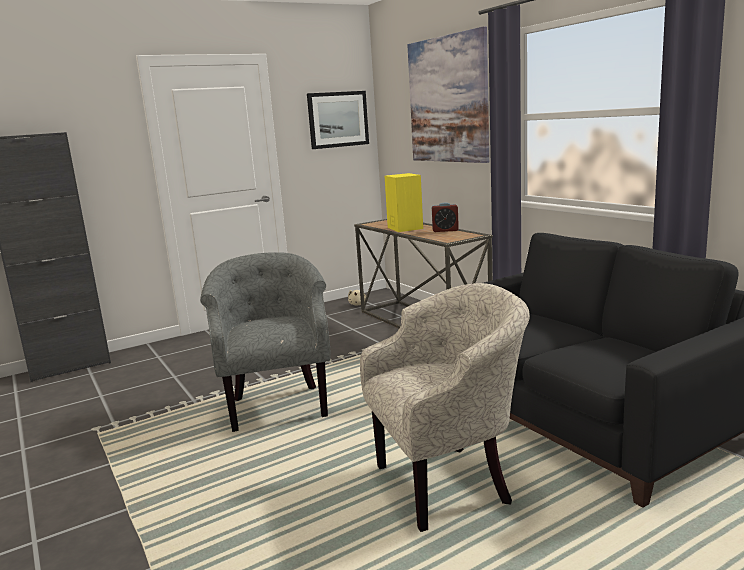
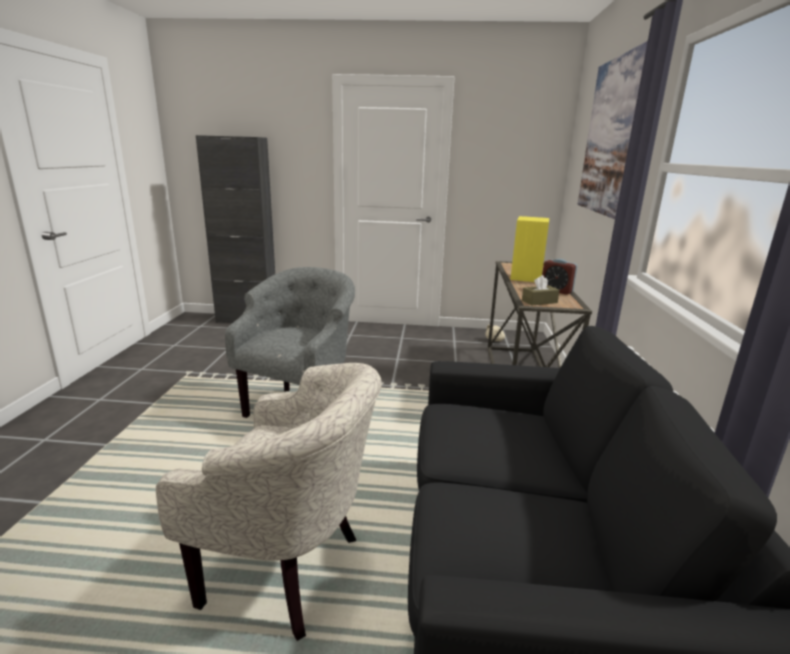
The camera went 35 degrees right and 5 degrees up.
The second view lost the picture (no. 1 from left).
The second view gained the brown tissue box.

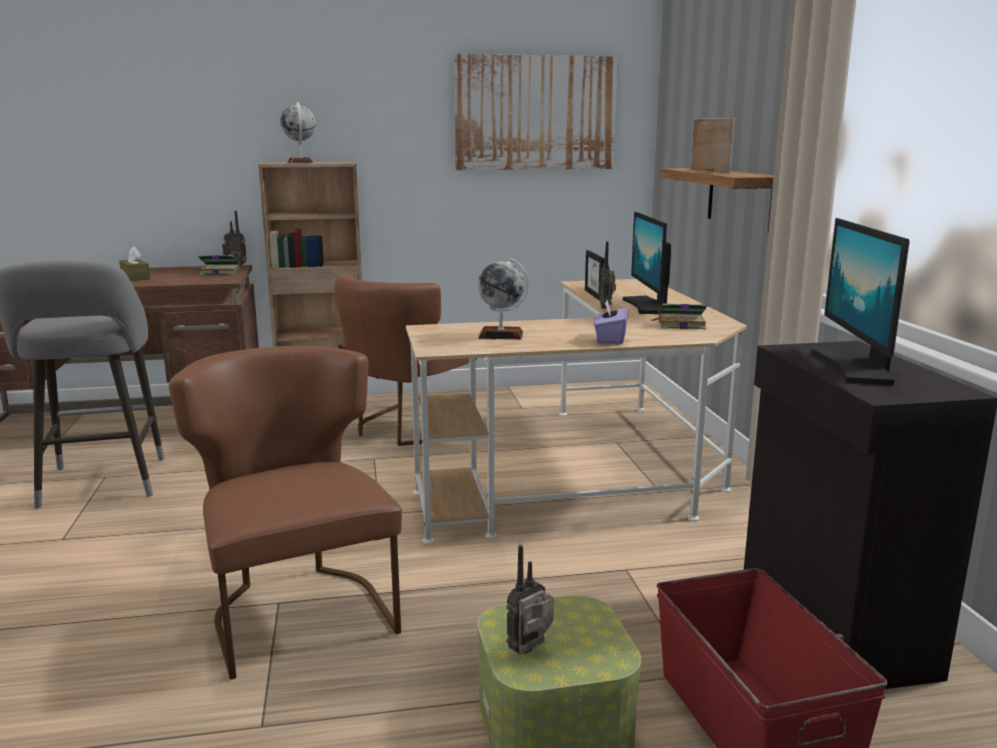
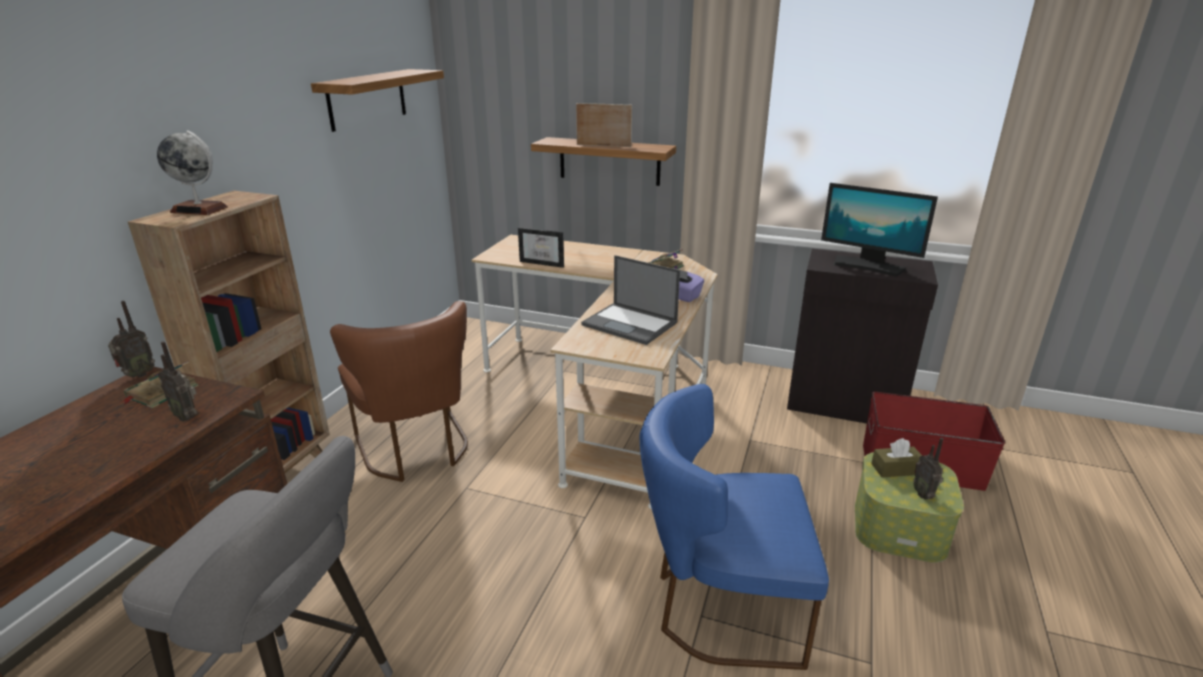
The camera went 60 degrees left and 10 degrees up.
The brown tissue box ended up elsewhere.
What was the brown chair (no. 1 from left) turned into the blue chair.
Where the picture hung, the shelf (no. 1 from left) came to hang.
Where the globe (no. 2 from left) stood, the laptop came to stand.
The radio (no. 3 from left in the first image) ended up elsewhere.
The second view lost the monitor (no. 1 from left).

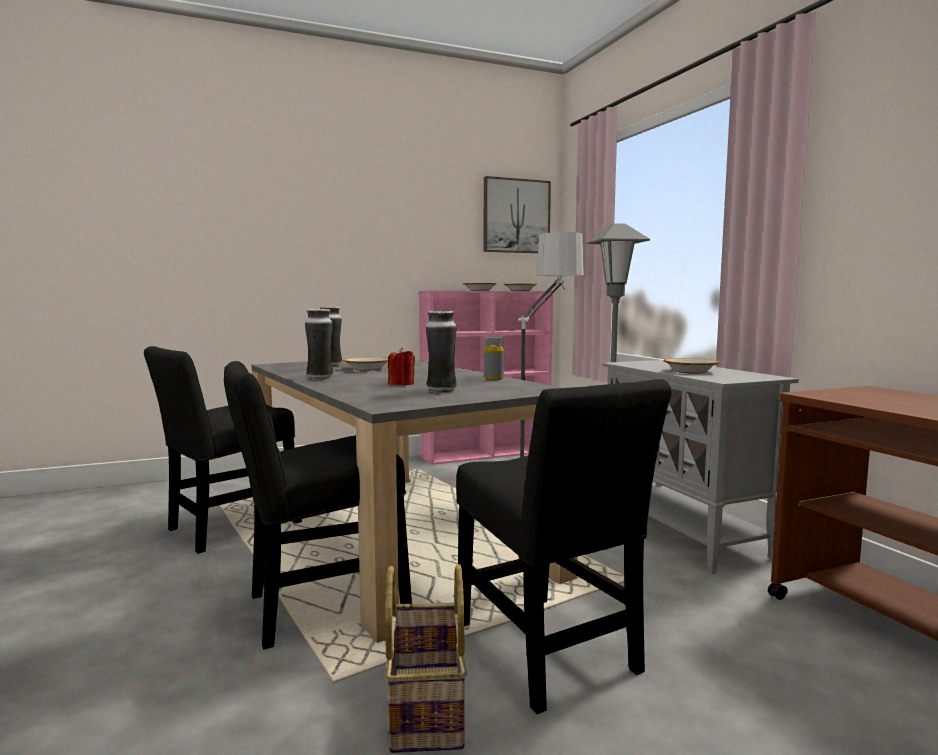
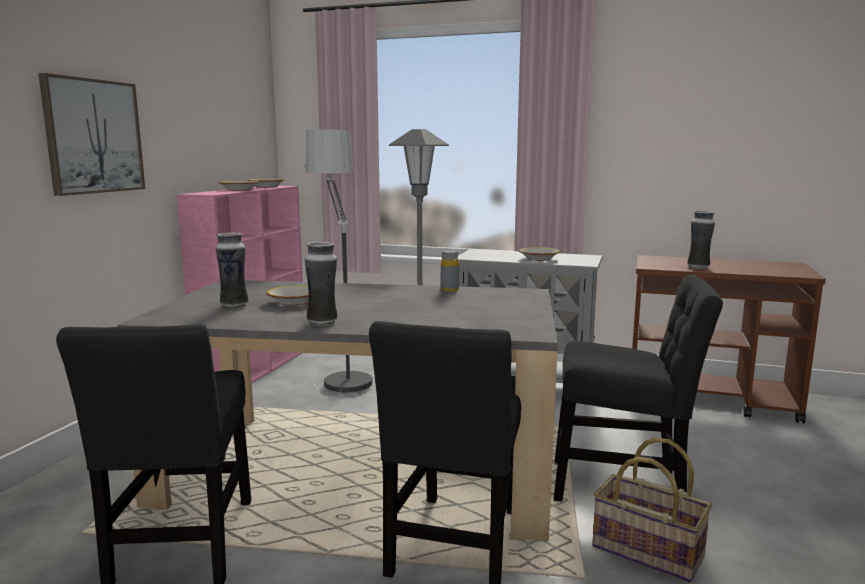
The camera went 50 degrees left and 5 degrees up.
The second view lost the red candle.
The vase (no. 3 from left) ended up elsewhere.
The picture ended up elsewhere.

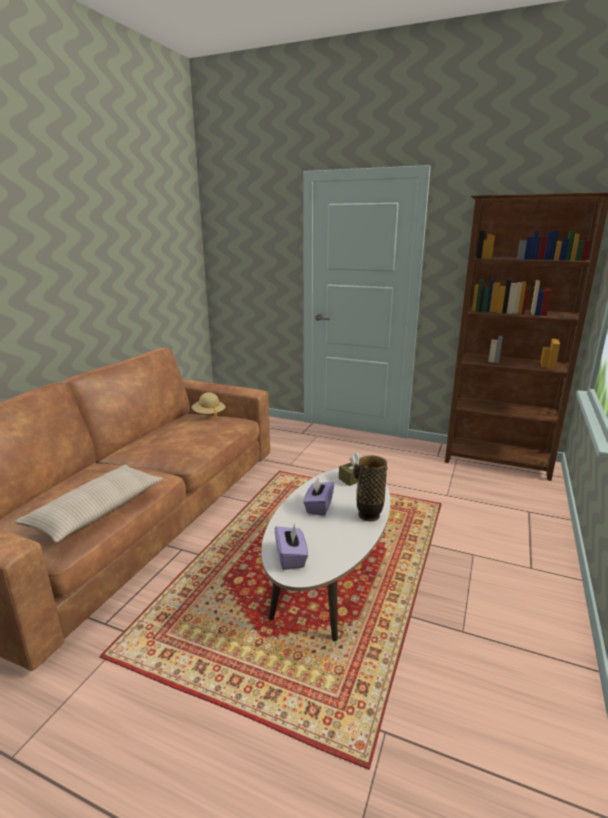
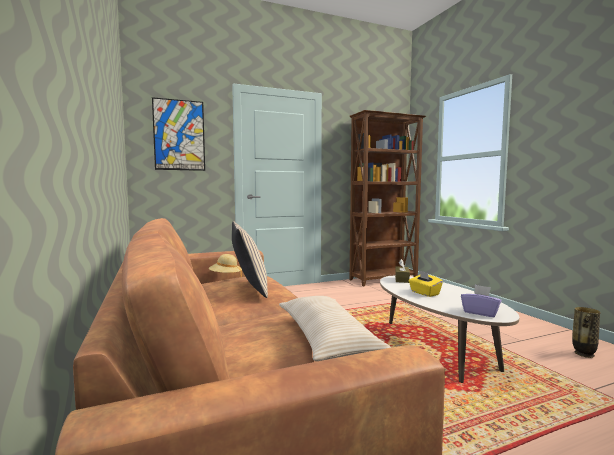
The camera went 45 degrees left and 15 degrees down.
What was the purple tissue box (no. 2 from left) turned into the yellow tissue box.
The vase ended up elsewhere.
The second view gained the picture.
The second view gained the beige pillow (no. 1 from left).

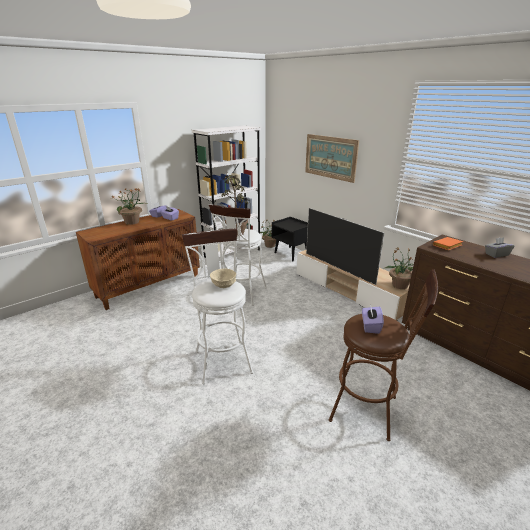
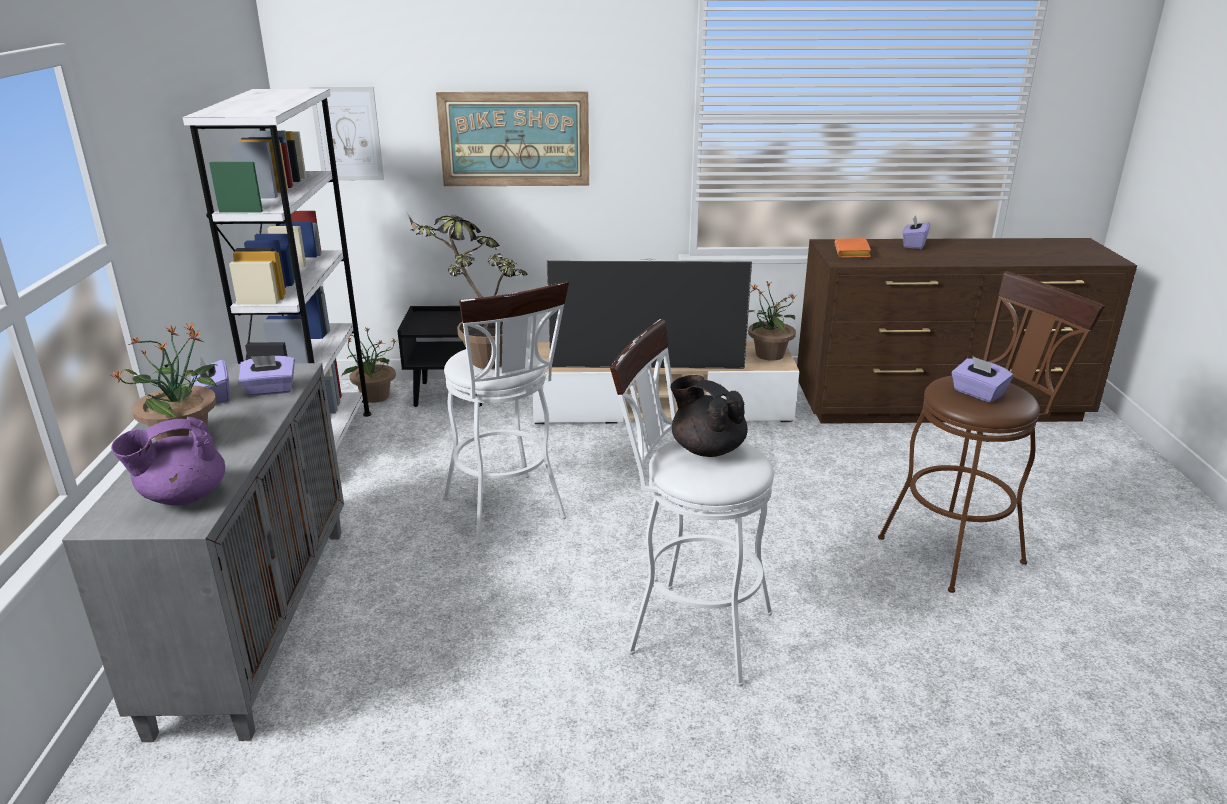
The camera went 50 degrees left and 0 degrees up.
What was the brown cabinet turned into the grey cabinet.
Where the beige bowl stood, the black teapot came to stand.
What was the grey tissue box turned into the purple tissue box (no. 3 from left).
The second view gained the purple teapot.
The second view gained the picture (no. 1 from left).

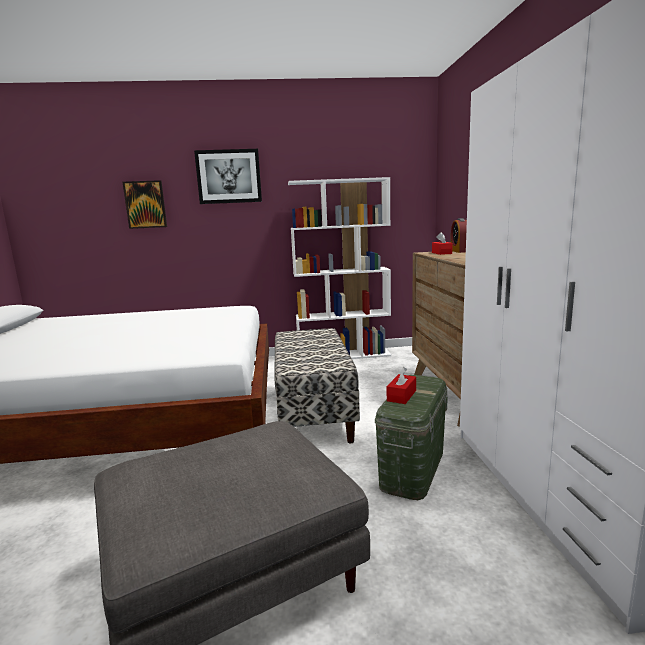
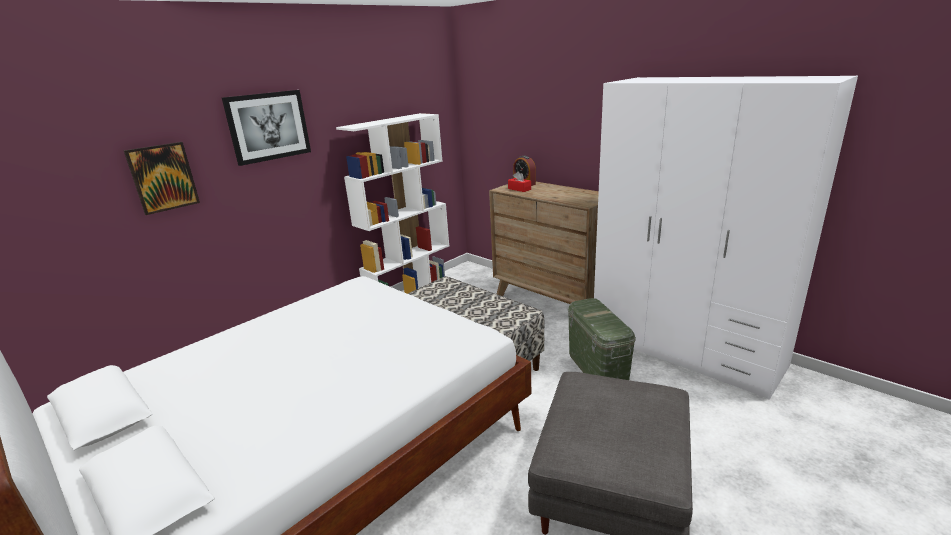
The camera went 40 degrees left and 10 degrees up.
The second view lost the red tissue box (no. 1 from left).

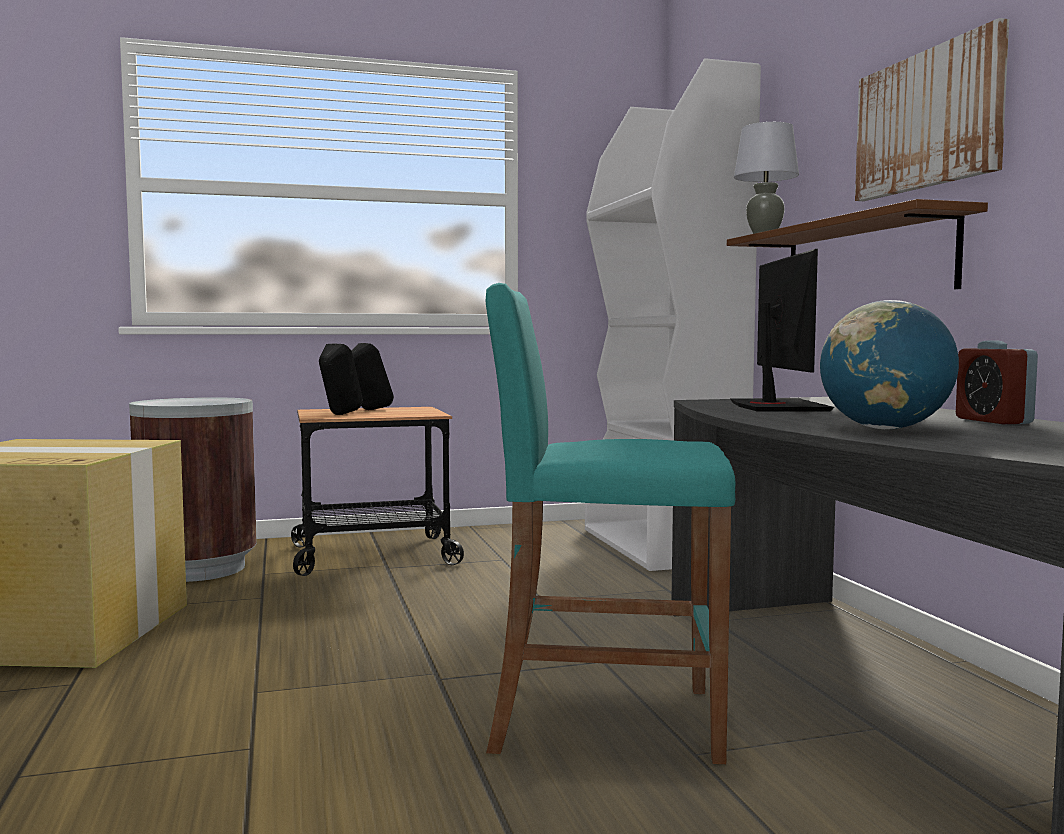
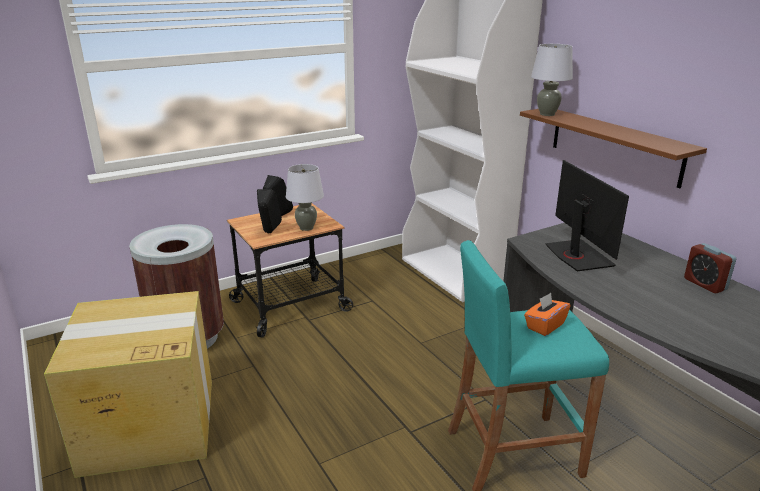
The camera went 15 degrees left and 20 degrees up.
The second view lost the globe.
The second view lost the picture.
The second view gained the grey table lamp (no. 1 from left).
The second view gained the orange tissue box.

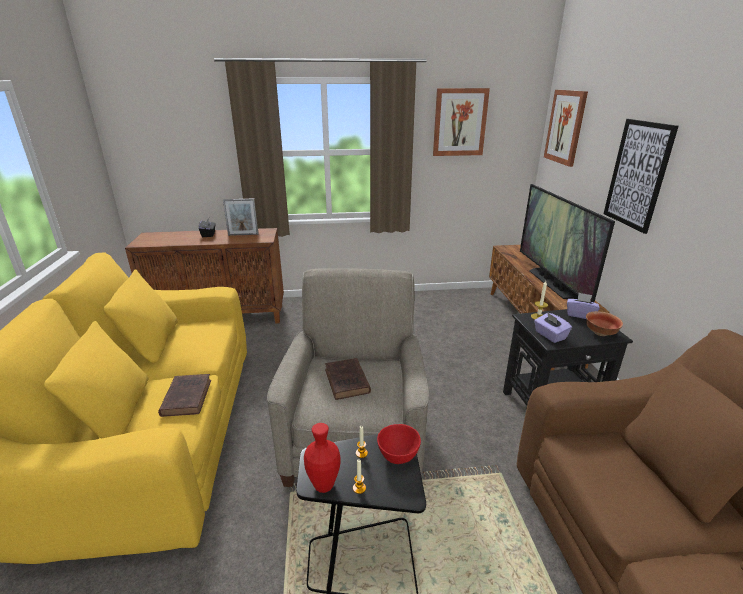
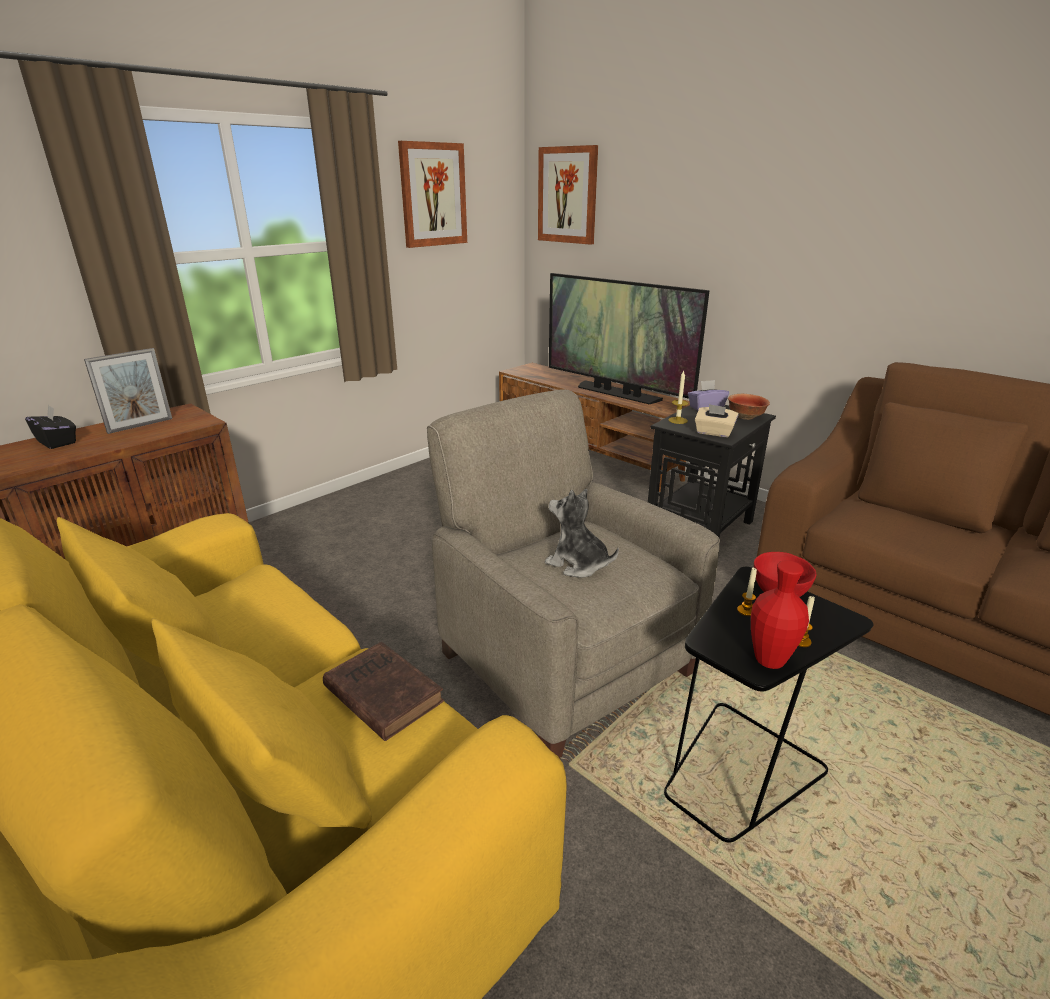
The camera went 40 degrees left and 0 degrees up.
Where the brown book (no. 2 from left) stood, the plush toy came to stand.
What was the purple tissue box (no. 1 from left) turned into the beige tissue box.
The second view lost the picture (no. 3 from left).

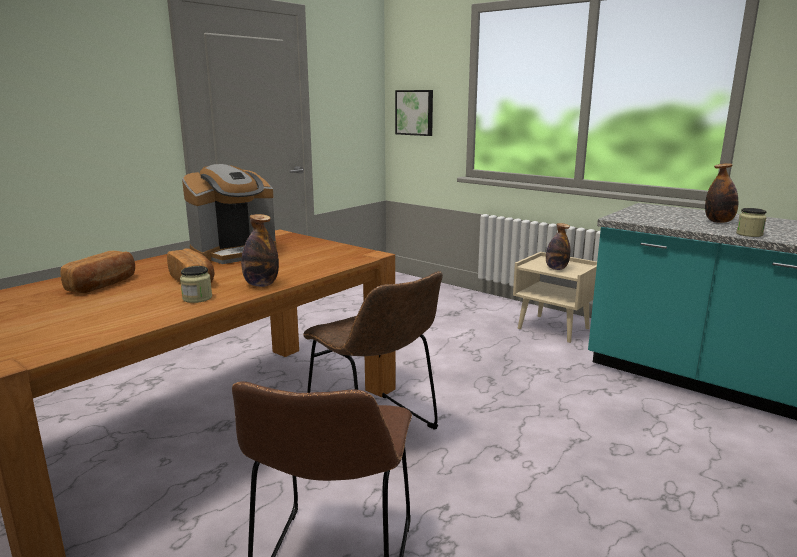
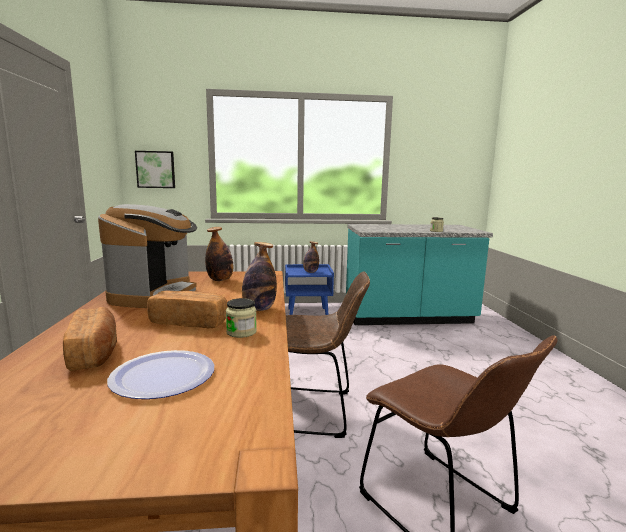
The camera went 45 degrees left and 5 degrees down.
What was the beige nightstand turned into the blue nightstand.
The bottle (no. 3 from left in the first image) ended up elsewhere.
The second view gained the plate.

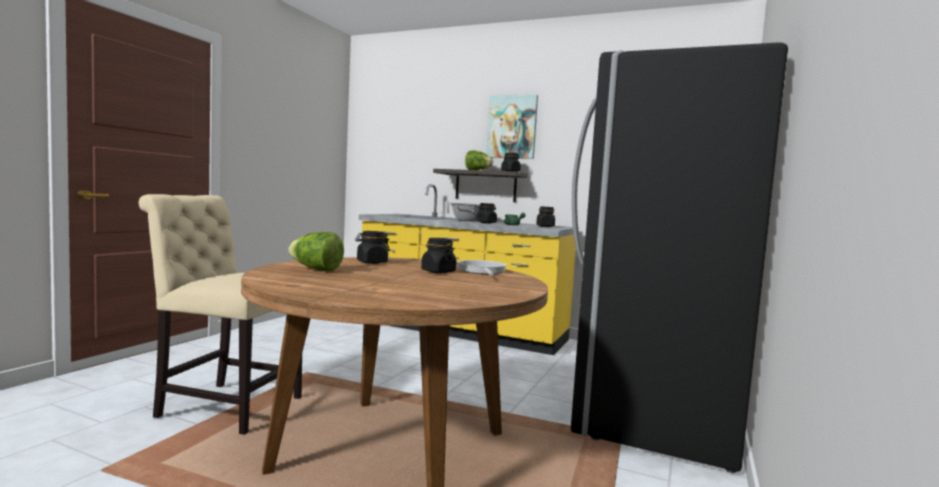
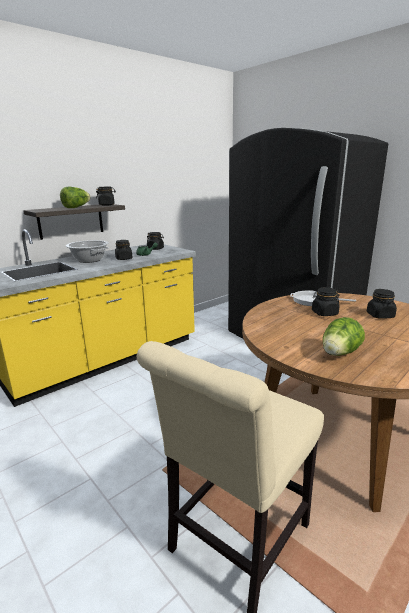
The camera went 65 degrees left and 15 degrees up.
The black jar (no. 1 from left in the first image) ended up elsewhere.
The second view lost the picture.

